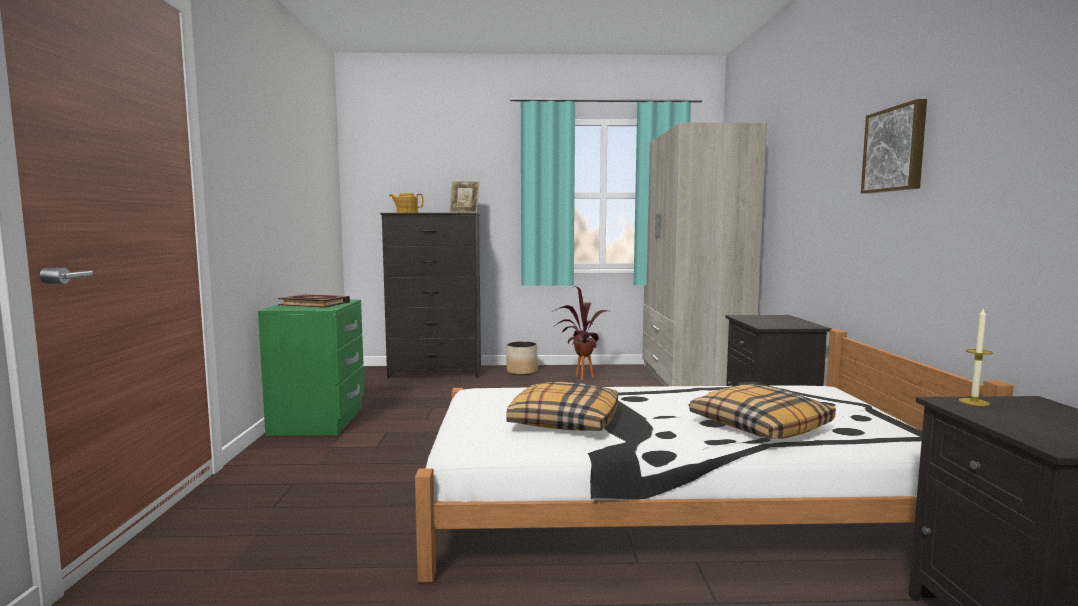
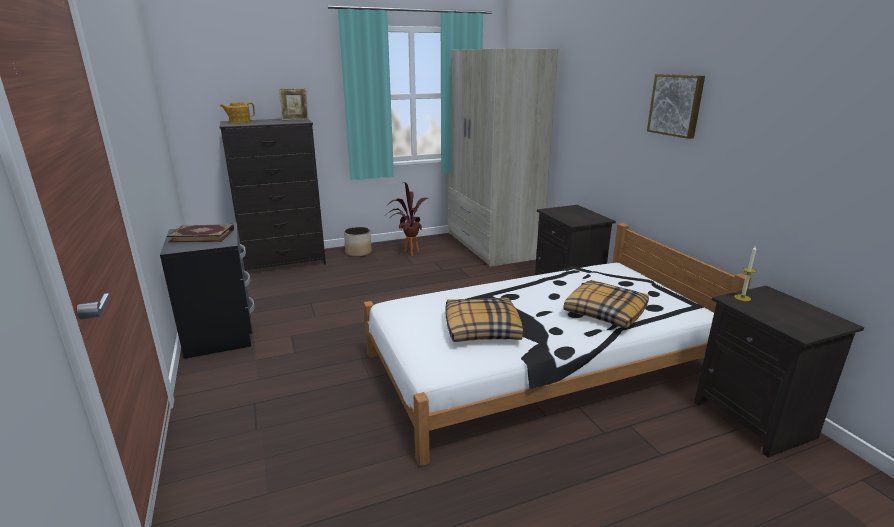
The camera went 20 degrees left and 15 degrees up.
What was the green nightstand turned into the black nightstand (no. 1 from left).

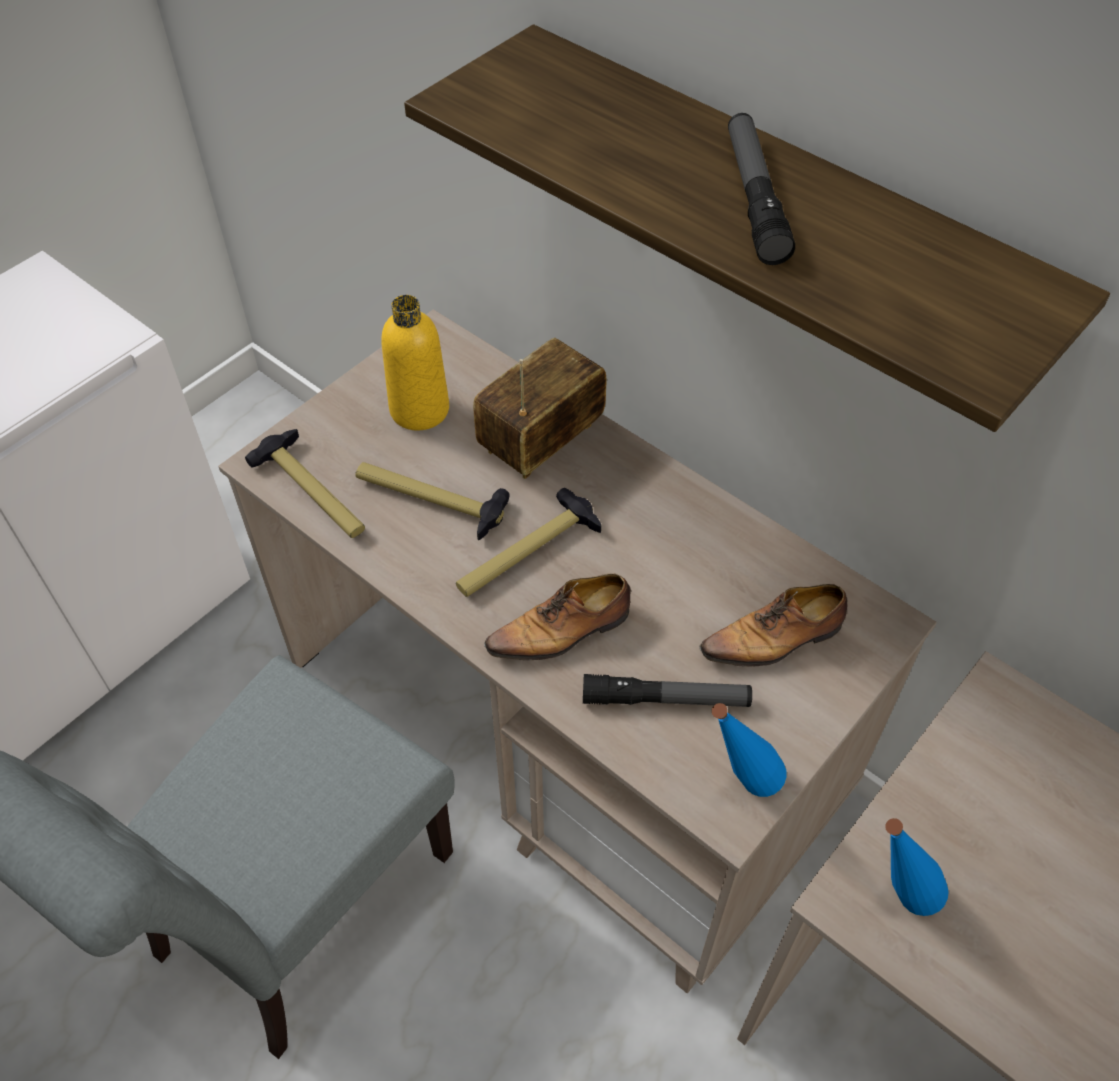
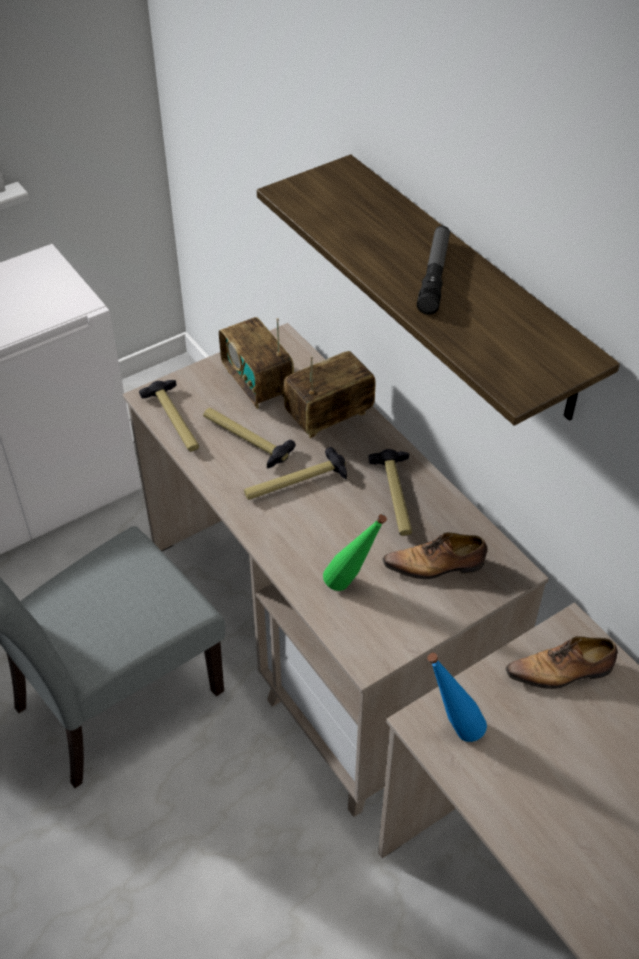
The camera went 15 degrees right and 5 degrees down.
Where the yellow bottle stood, the radio (no. 1 from left) came to stand.
The shoe (no. 1 from left in the first image) ended up elsewhere.
Where the flashlight (no. 1 from left) stood, the green bottle came to stand.
The second view lost the blue bottle (no. 1 from left).
The second view gained the hammer (no. 4 from left).

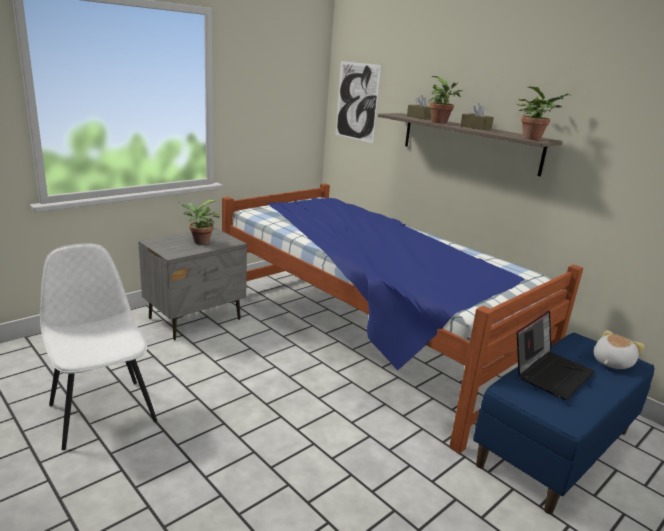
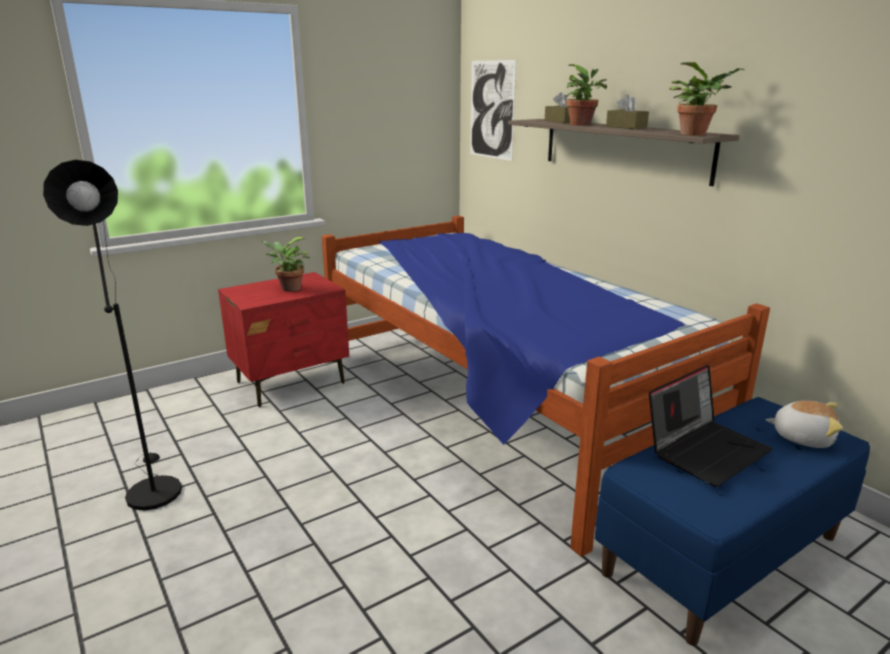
The camera went 10 degrees right and 0 degrees up.
Where the white chair stood, the black floor lamp came to stand.
What was the grey nightstand turned into the red nightstand.
The plush toy ended up facing another way, 60 degrees clockwise from before.

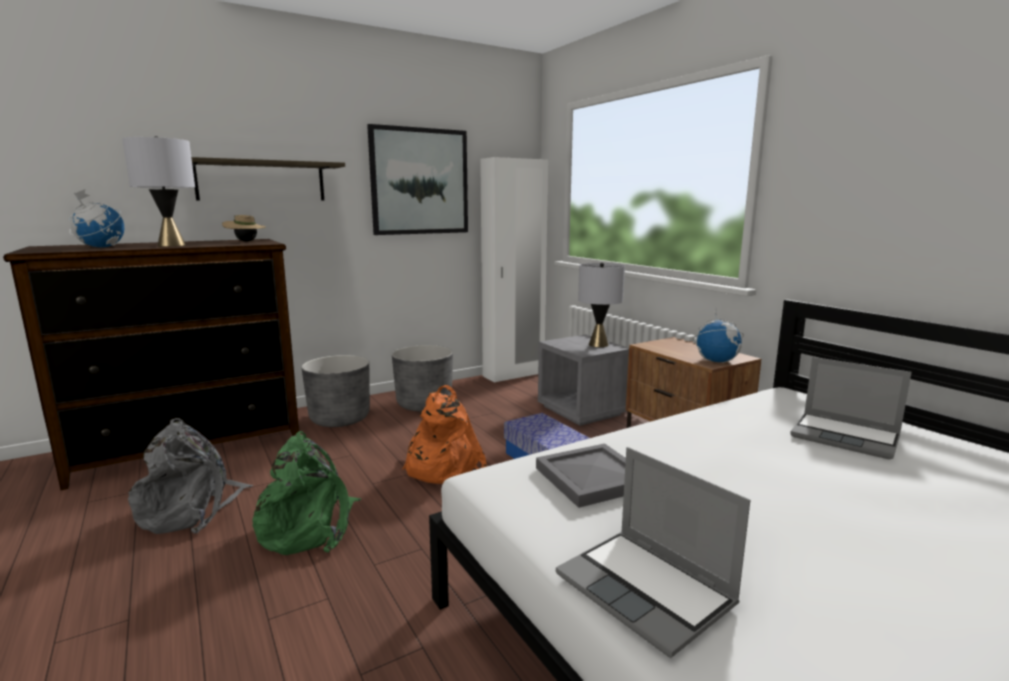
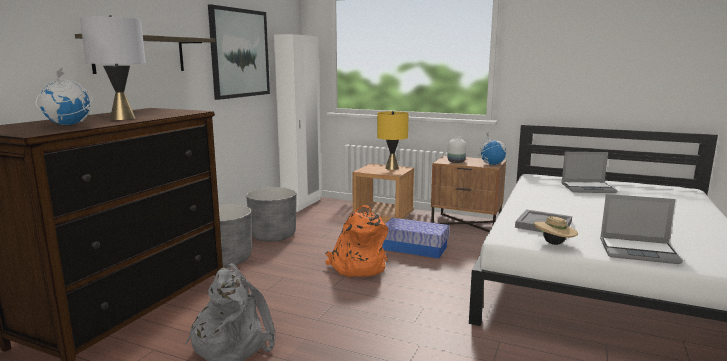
The camera went 35 degrees left and 0 degrees up.
The beige hat ended up elsewhere.
The second view lost the green backpack.
What was the grey nightstand turned into the brown nightstand (no. 1 from left).
What was the grey table lamp (no. 2 from left) turned into the yellow table lamp.
The second view gained the white vase.

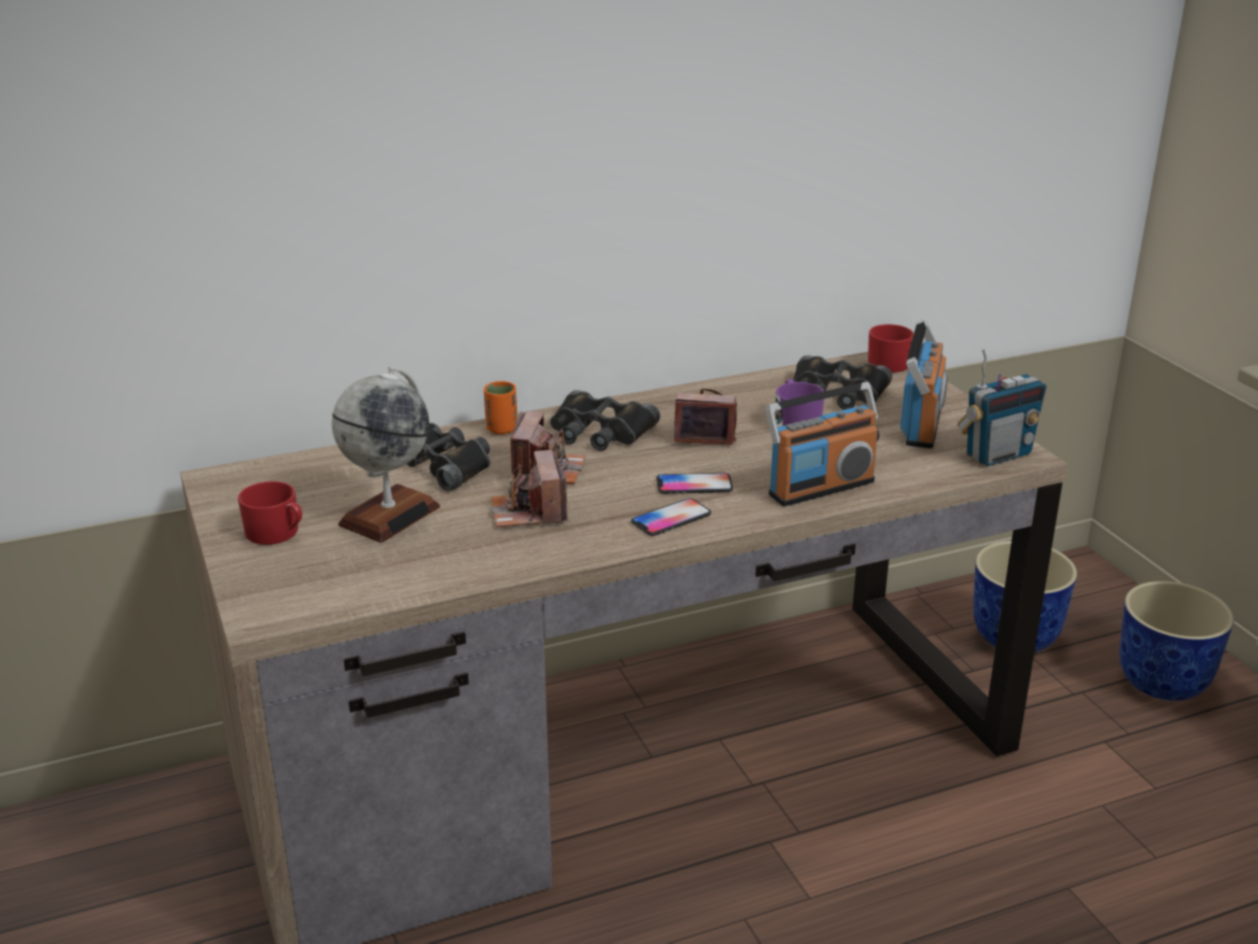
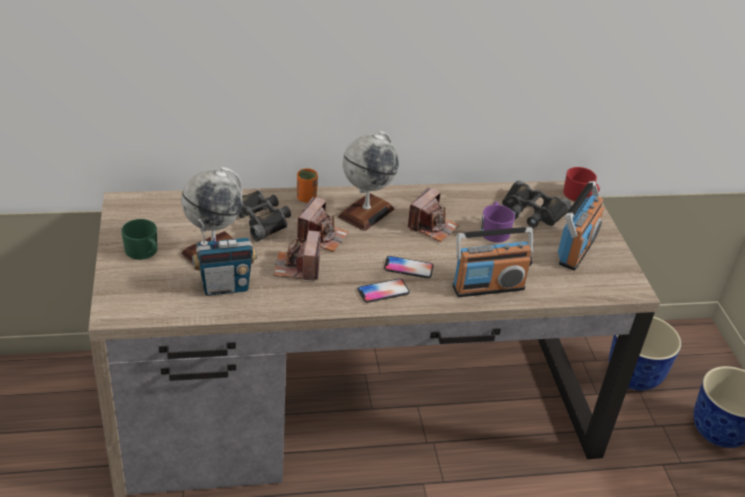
The camera went 10 degrees right and 10 degrees up.
What was the red mug (no. 1 from left) turned into the green mug.
Where the black binoculars (no. 2 from left) stood, the globe (no. 2 from left) came to stand.
The photo camera (no. 3 from left) ended up facing another way, 105 degrees clockwise from before.
The radio (no. 3 from left in the first image) ended up elsewhere.

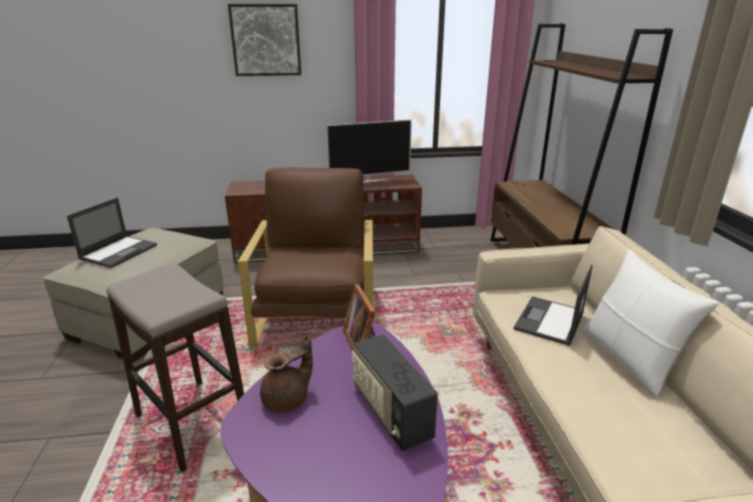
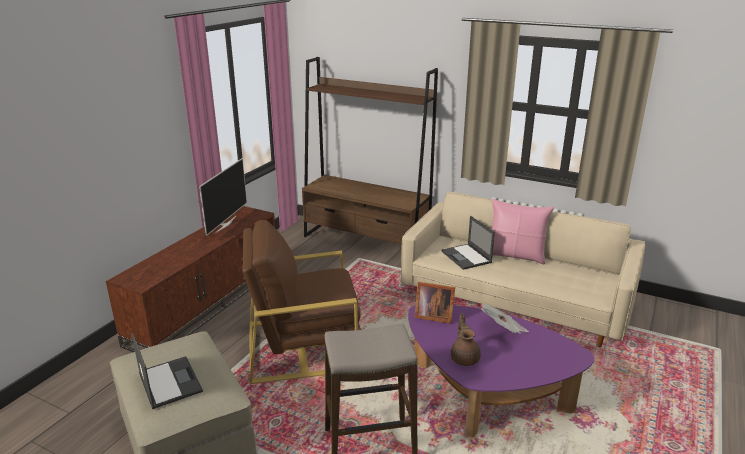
The camera went 55 degrees left and 0 degrees up.
The second view lost the picture.
The brown armchair ended up facing another way, 45 degrees counterclockwise from before.
Where the radio stood, the newspaper came to stand.
What was the white pillow turned into the pink pillow.

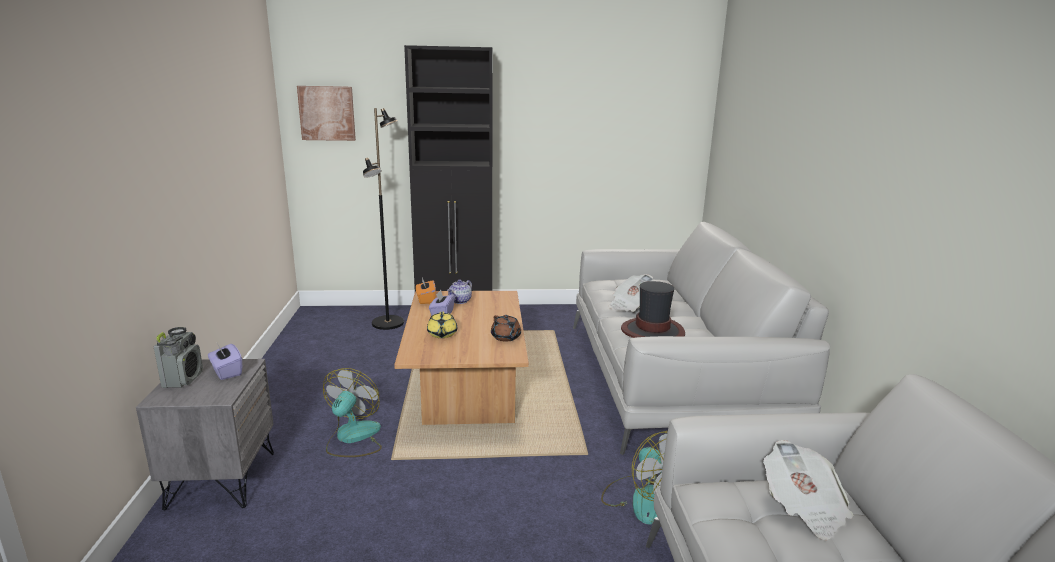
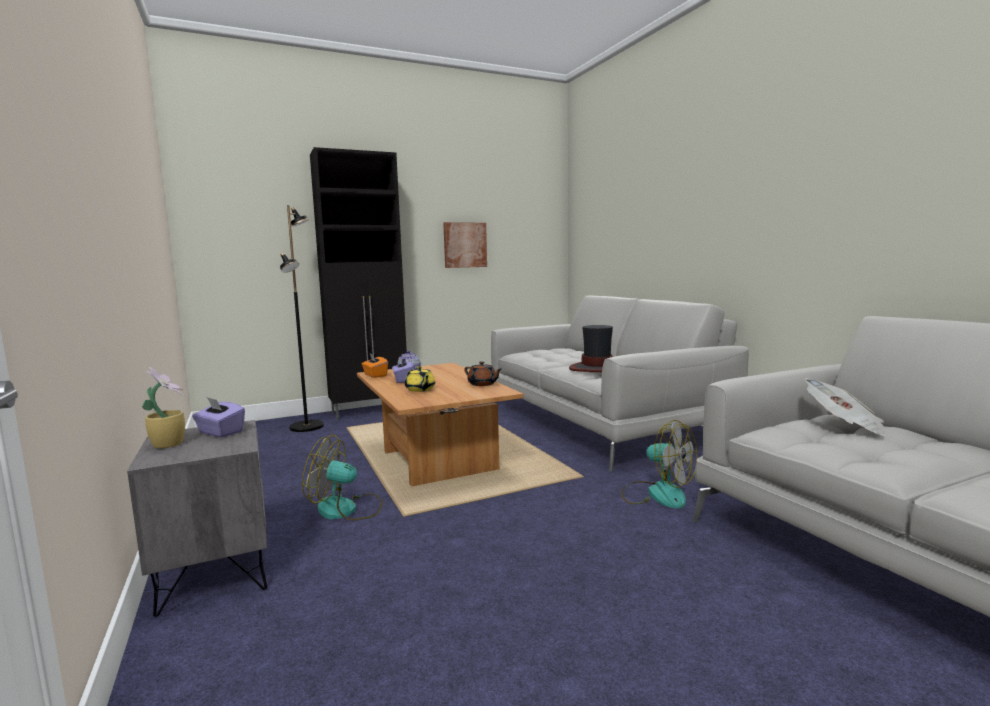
The camera went 20 degrees left and 10 degrees down.
Where the radio stood, the potted plant came to stand.
The picture ended up elsewhere.
The fan (no. 1 from left) ended up facing another way, 75 degrees counterclockwise from before.
The second view lost the newspaper (no. 1 from left).

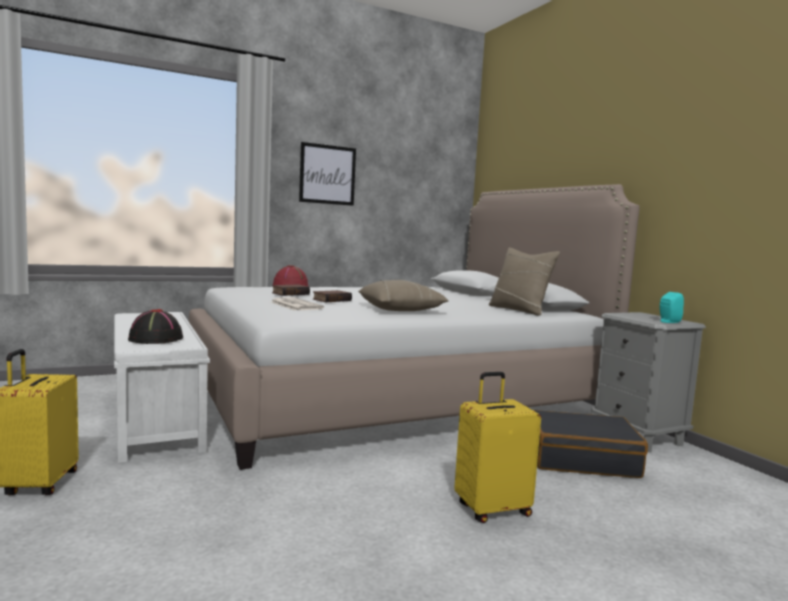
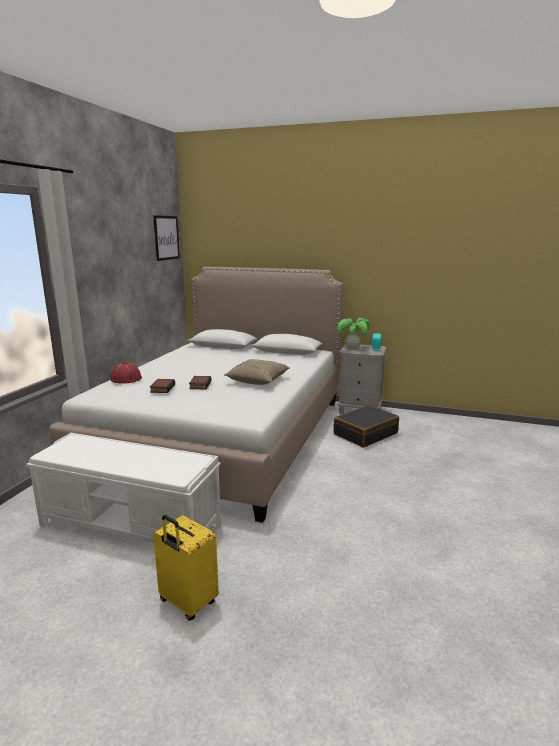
The camera went 45 degrees left and 10 degrees up.
The second view lost the black hat.
The second view lost the newspaper.
The picture ended up elsewhere.
The second view lost the yellow suitcase (no. 2 from left).
The second view lost the beige pillow (no. 2 from left).
The second view gained the potted plant.

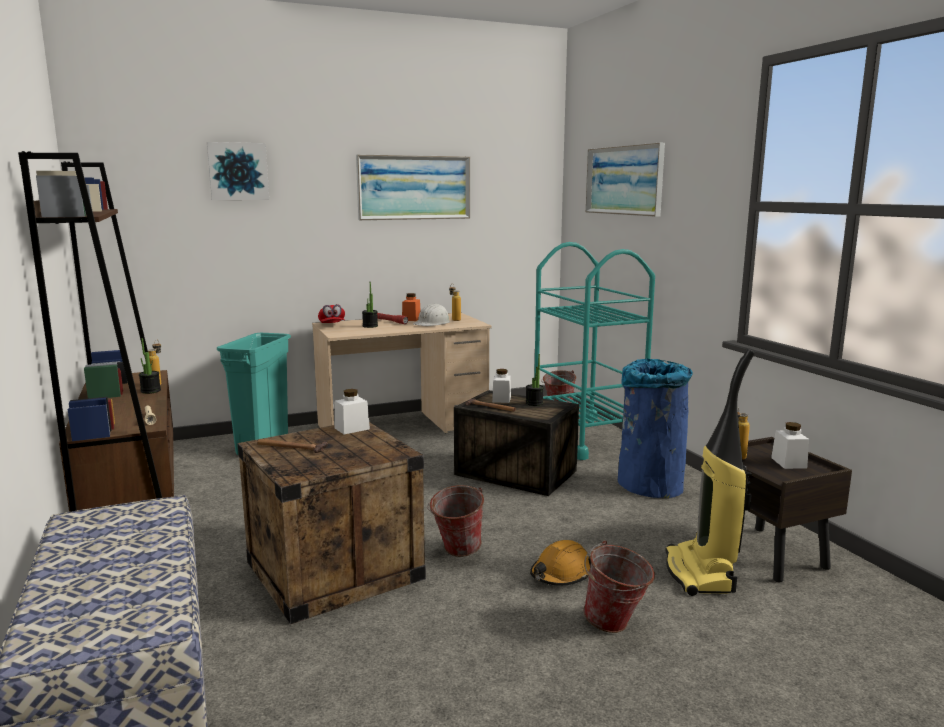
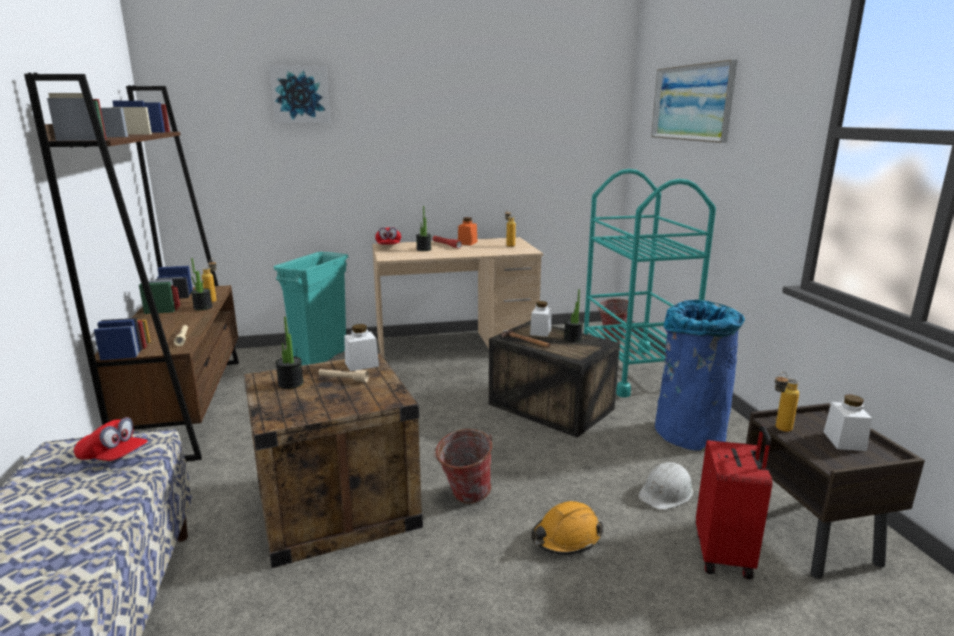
The camera went 10 degrees right and 5 degrees up.
Where the hammer (no. 1 from left) stood, the potted plant (no. 2 from left) came to stand.
The second view lost the picture (no. 2 from left).
The white hard hat ended up elsewhere.
The second view lost the bucket (no. 3 from left).
Where the vacuum cleaner stood, the red suitcase came to stand.
The second view gained the red cap (no. 1 from left).
The second view gained the beige flashlight (no. 2 from left).

